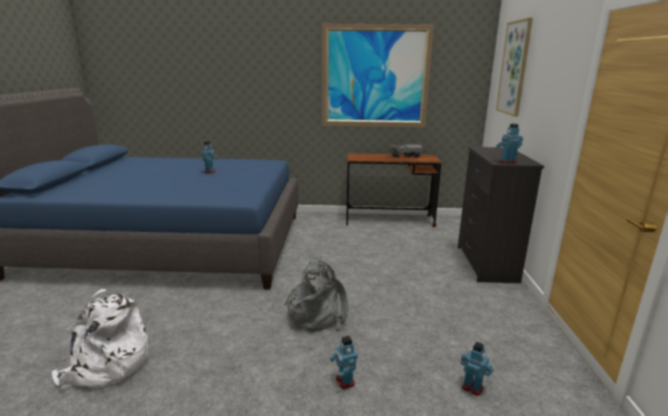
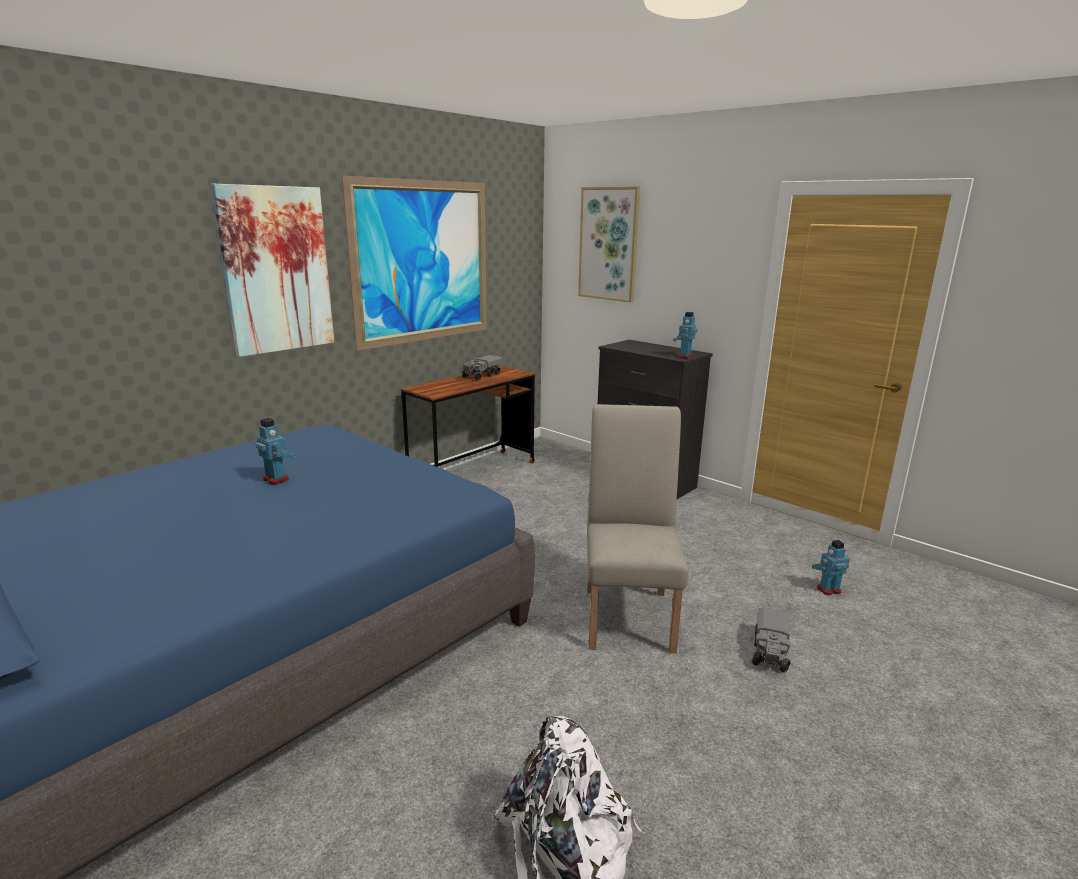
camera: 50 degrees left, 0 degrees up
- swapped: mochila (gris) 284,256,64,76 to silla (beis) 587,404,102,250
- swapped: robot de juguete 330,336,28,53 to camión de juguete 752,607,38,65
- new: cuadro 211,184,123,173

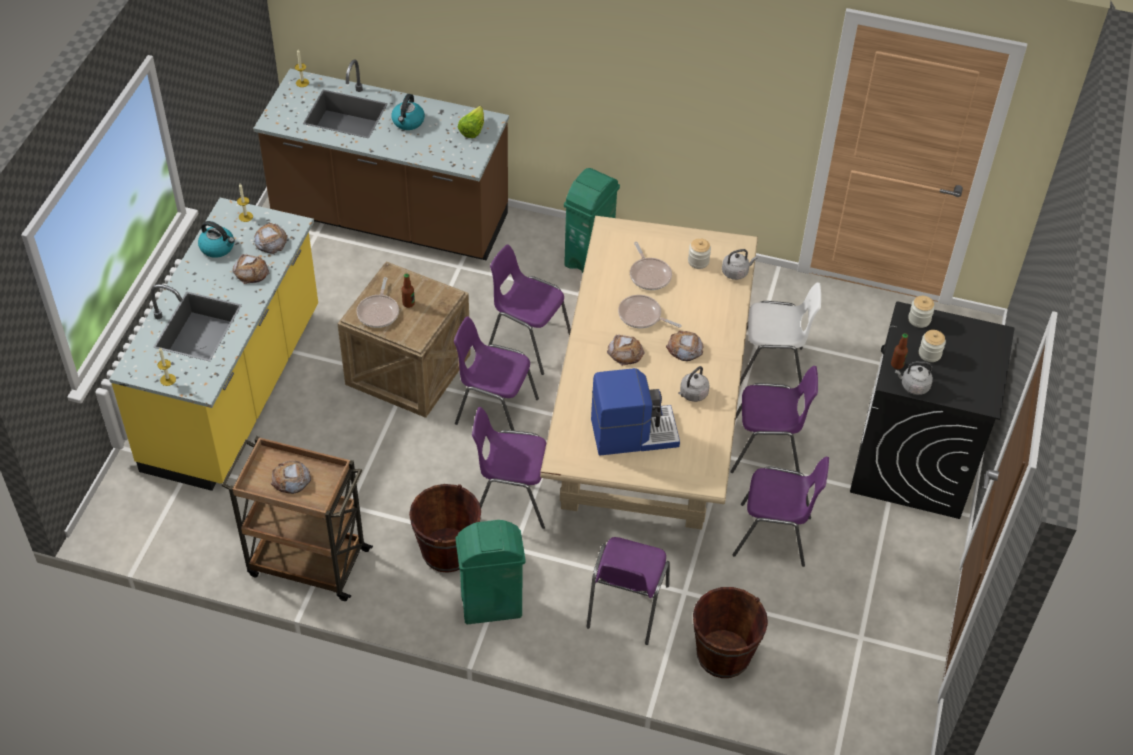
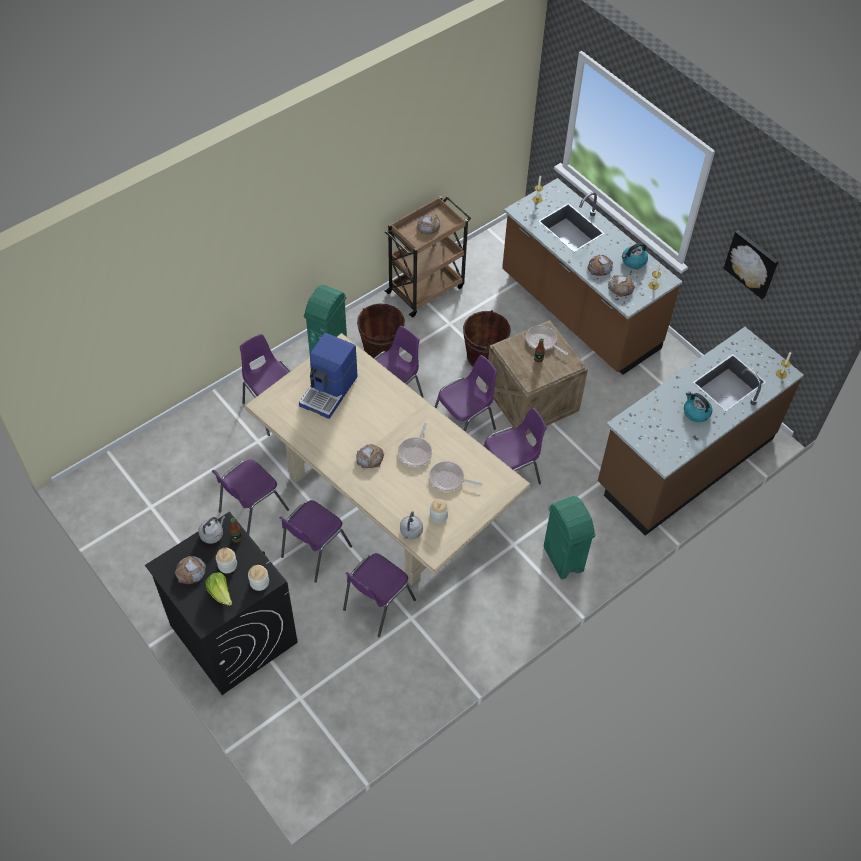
camera: 125 degrees right, 5 degrees up
- repainted: mueble bajo de cocina (amarillo) 109,198,209,293 to mueble bajo de cocina (marrón) 502,178,180,197
- shifted: lechuga 458,106,26,32 to 205,572,27,34
- shifted: pan 607,334,38,32 to 175,556,31,28
- rotated: sartén 618,295,64,33 = 398,423,34,44 135 degrees clockwise
- gone: hervidor (gris) 678,366,32,36
- shifted: cubo (marrón) 693,587,75,91 to 463,310,48,57
- repainted: silla (blanco) 740,282,81,103 to silla (morado) 343,553,73,85
- new: cuadro 723,230,56,69

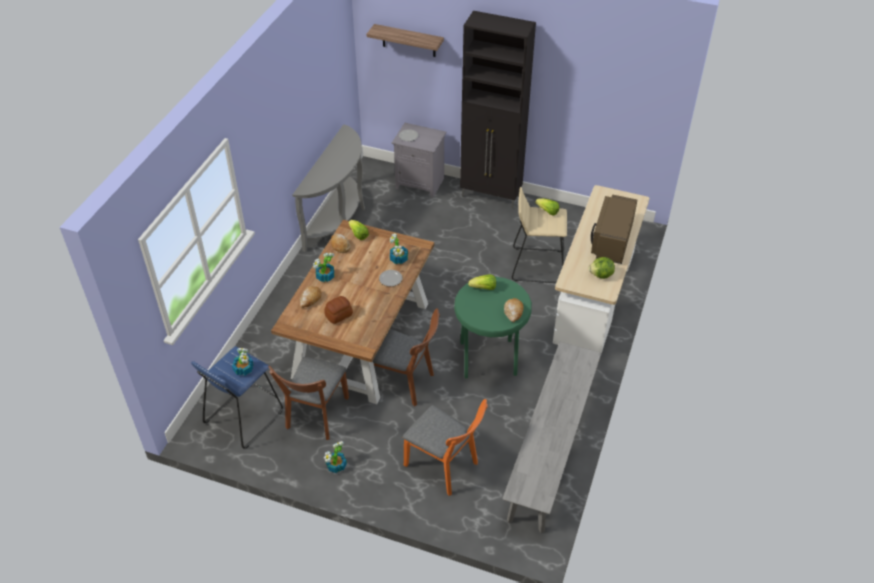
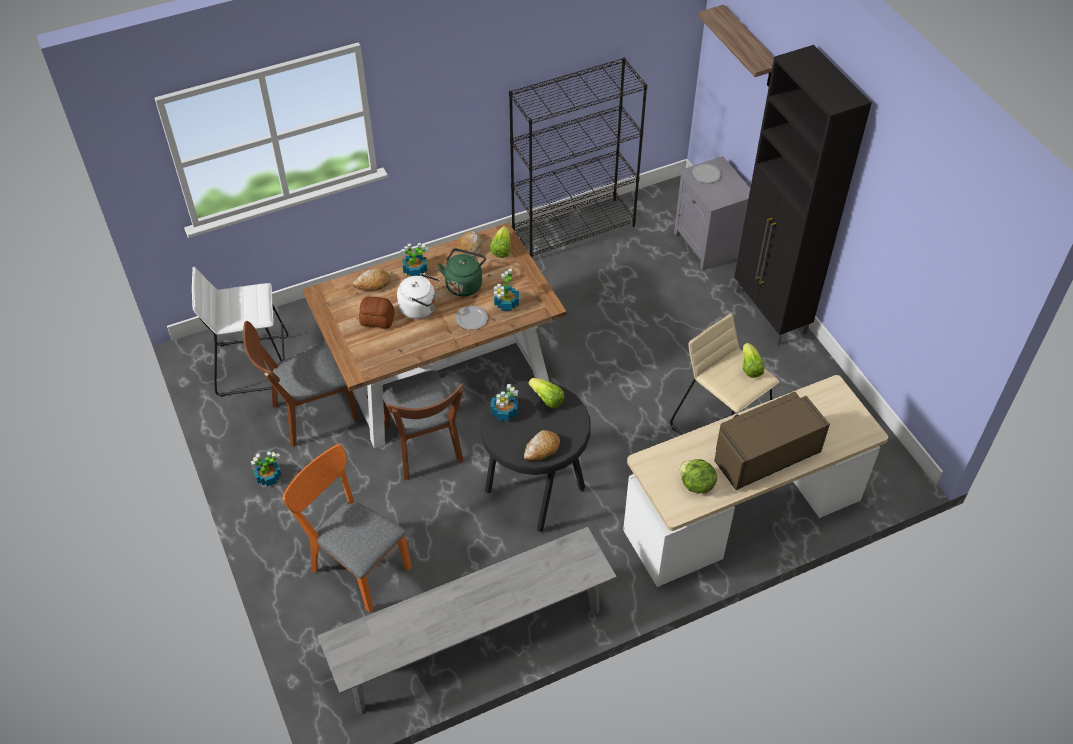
camera: 45 degrees right, 5 degrees up
- repainted: taburete (azul) 191,346,92,103 to taburete (blanco) 192,267,96,130
- shifted: planta en maceta 232,348,22,28 to 491,384,27,37
- swapped: mesa consola (gris) 292,124,73,128 to estantería (negro) 509,58,138,199
- rotated: silla (naranja) 403,399,85,97 = 283,444,129,168 135 degrees clockwise
- repainted: taburete (verde) 454,276,78,102 to taburete (negro) 480,381,111,151
- new: hervidor (blanco) 397,273,44,46
- new: hervidor (verde) 438,248,48,49

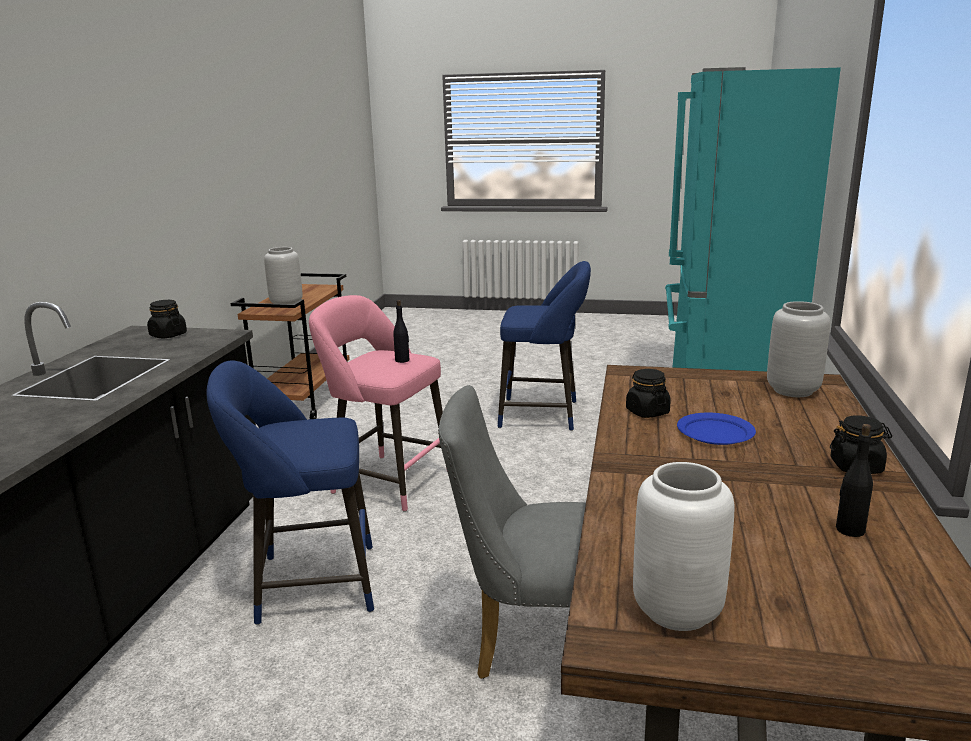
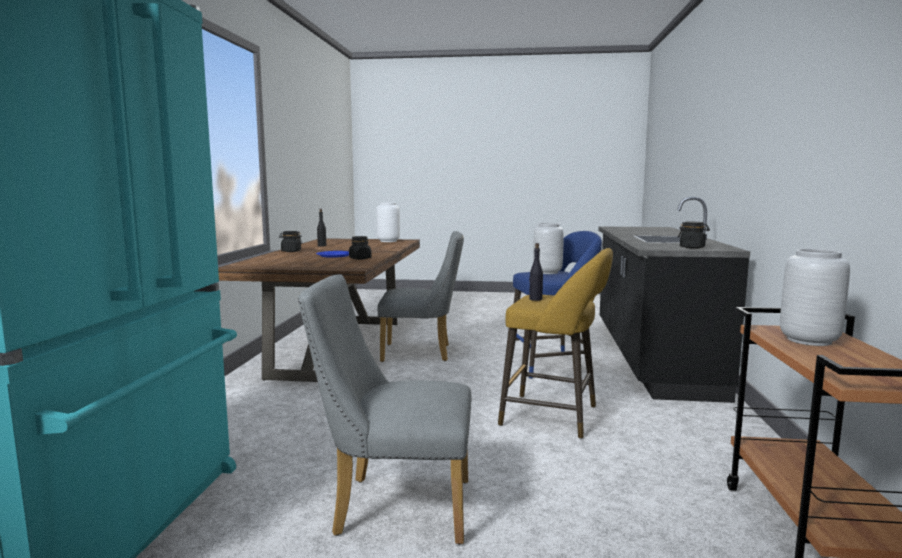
camera: 175 degrees right, 10 degrees down
- repainted: taburete (rosa) 309,295,138,217 to taburete (amarillo) 498,248,115,191
- swapped: taburete (azul) 498,261,93,170 to silla (gris) 298,274,173,271
- shifted: florero (gris) 767,301,63,96 to 533,223,31,51

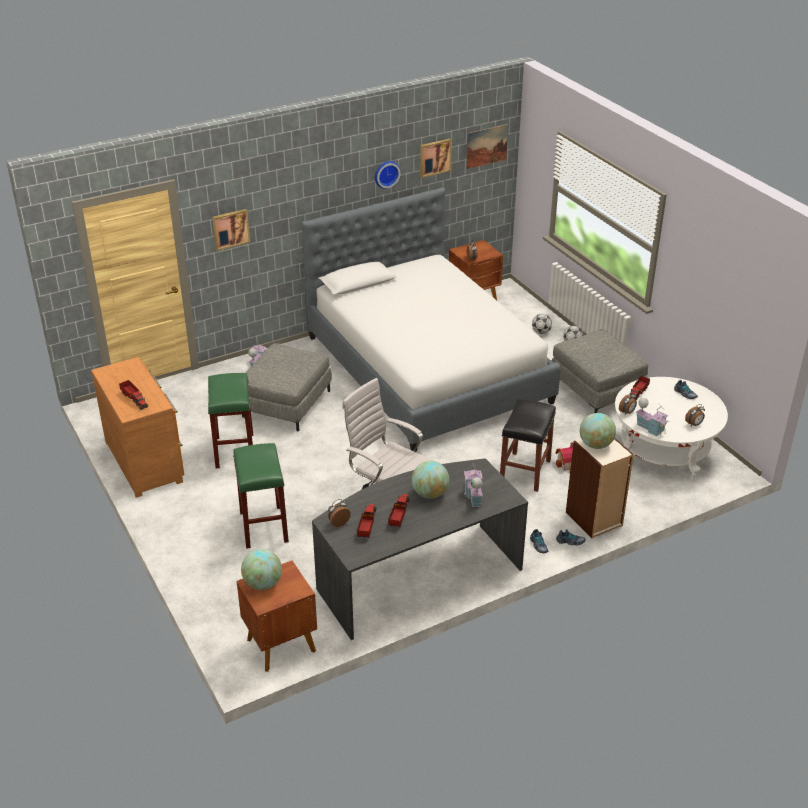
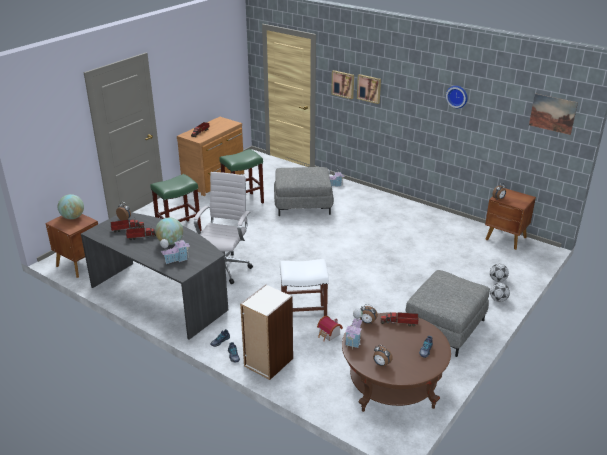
camera: 65 degrees right, 5 degrees down
- gone: cama 301,187,260,265
- shifted: cuadro 420,139,32,39 to 357,74,24,30
- repainted: taburete (negro) 500,399,56,93 to taburete (blanco) 280,259,49,57
- gone: globo terráqueo 580,413,36,36
- repainted: mesa de centro (blanco) 615,377,113,103 to mesa de centro (marrón) 342,313,109,99

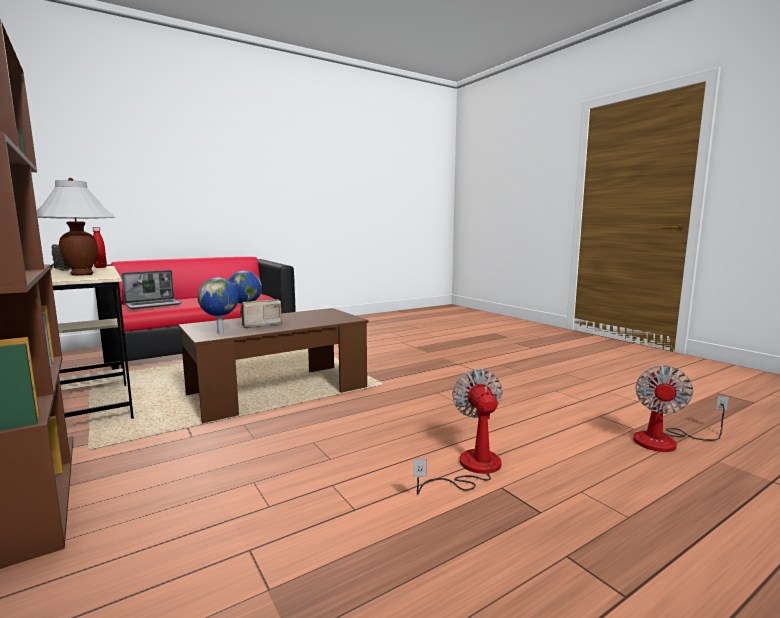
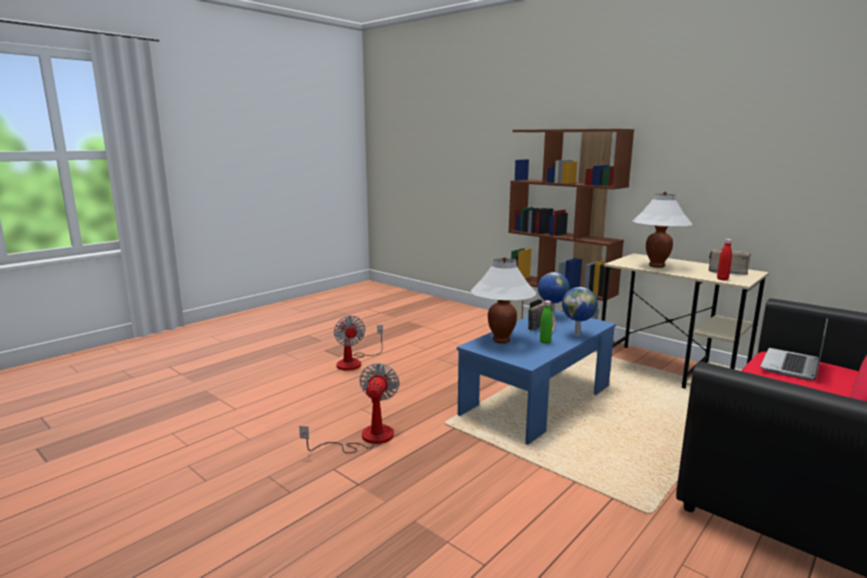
camera: 165 degrees right, 5 degrees up
- repainted: mesa de centro (marrón) 178,308,191,117 to mesa de centro (azul) 457,310,159,135
- shifted: ventilador 633,365,96,87 to 299,363,101,90
- new: lámpara de mesa (blanco) 471,257,65,87
- new: botella (verde) 540,300,12,44

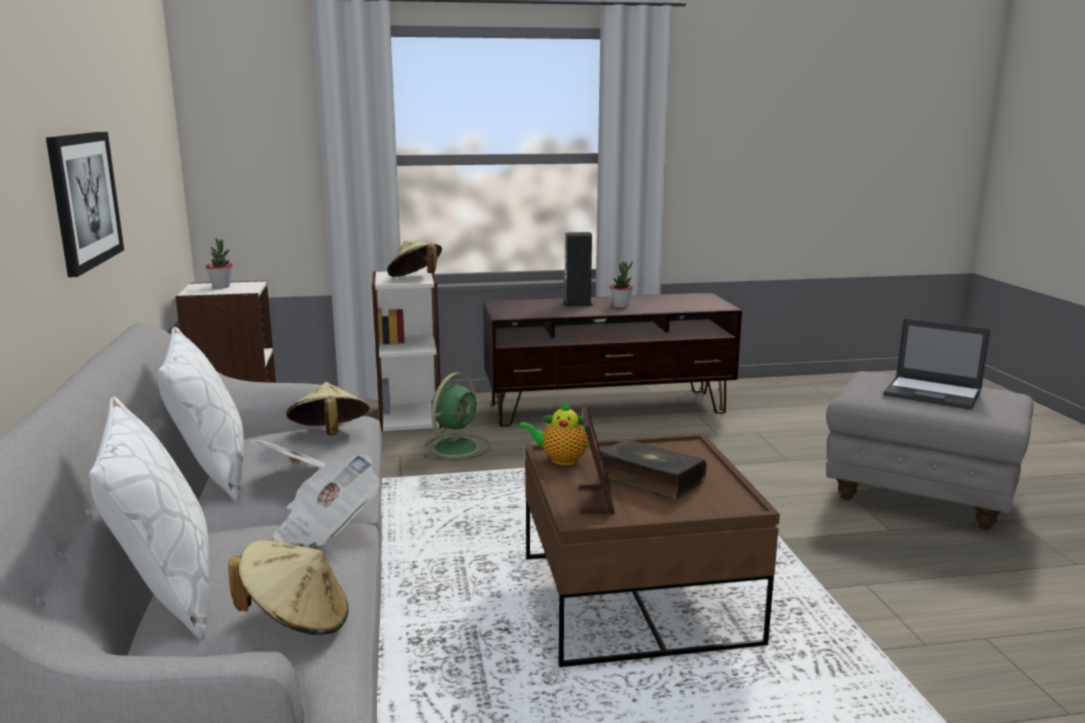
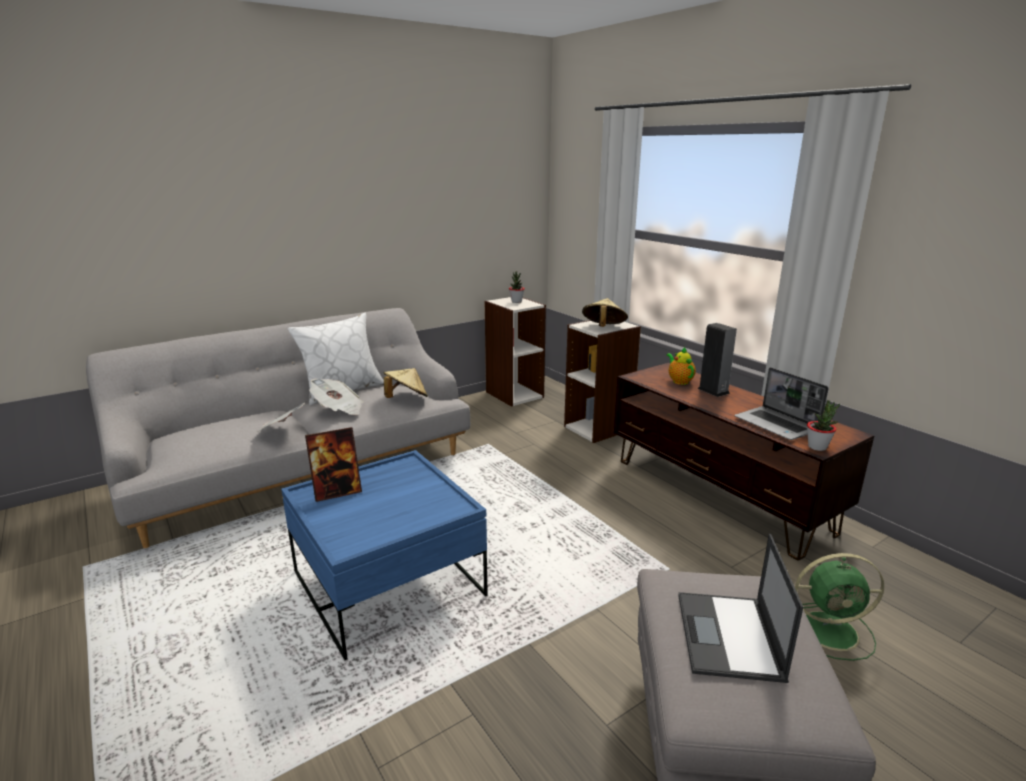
camera: 65 degrees right, 5 degrees up
- gone: cuadro 46,132,78,145
- gone: cojín (blanco) 89,396,120,244
- gone: sombrero (beis) 228,540,120,95
- shifted: ventilador (verde) 424,372,66,89 to 795,553,89,108
- shifted: tetera 519,401,78,64 to 667,347,29,38
- repainted: mesa de centro (marrón) 525,433,255,234 to mesa de centro (azul) 281,450,207,210
- gone: libro 598,439,109,61
- shifted: planta en maceta 610,262,23,46 to 807,400,33,51
- new: portátil 734,367,95,73

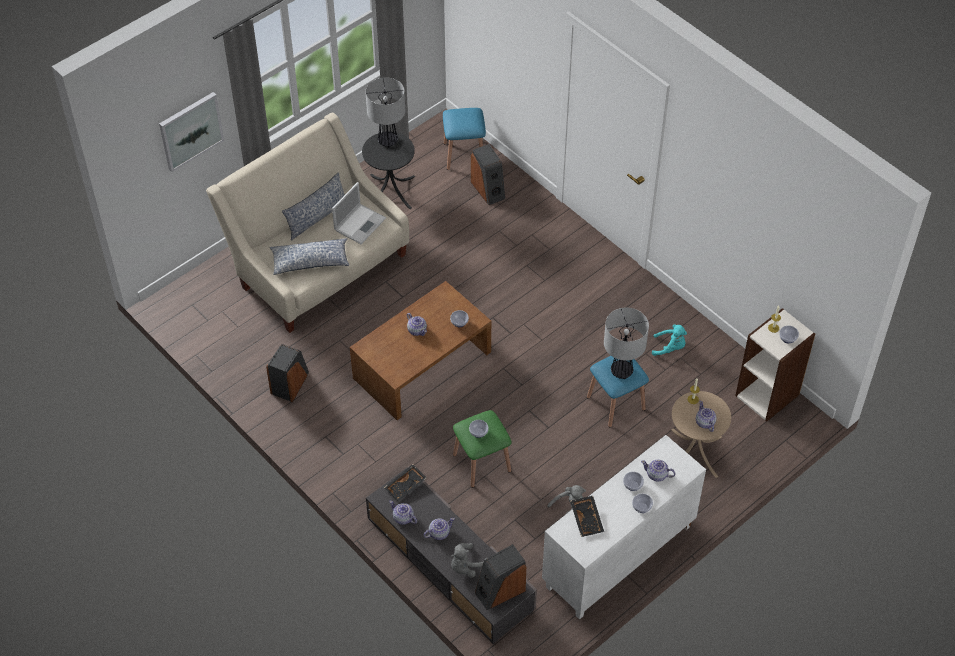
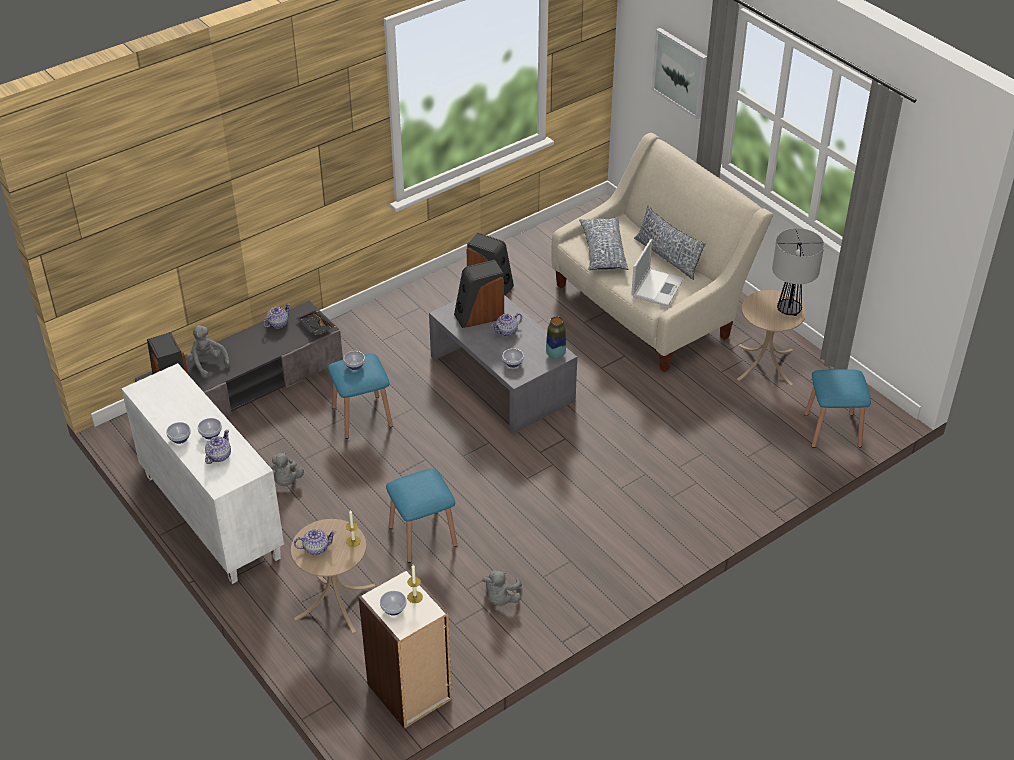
camera: 95 degrees right, 10 degrees down
- rotated: portátil 332,182,54,62 = 631,239,53,68 105 degrees counterclockwise
- repainted: mesa de centro (marrón) 350,281,141,139 to mesa de centro (gris) 429,295,148,139
- repainted: mesa auxiliar (negro) 362,132,53,77 to mesa auxiliar (beis) 737,290,69,96
- gone: tetera 424,517,31,23
- repainted: taburete (verde) 453,410,59,78 to taburete (azul) 328,354,65,85
- shifted: altavoz 471,144,34,61 to 454,260,50,68
- gone: bandeja (negro) 570,496,34,41
- gone: lámpara de mesa 604,308,45,71
- repainted: peluche (turquesa) 652,325,35,31 to peluche (gris) 482,571,40,34
- new: florero 546,316,20,43

